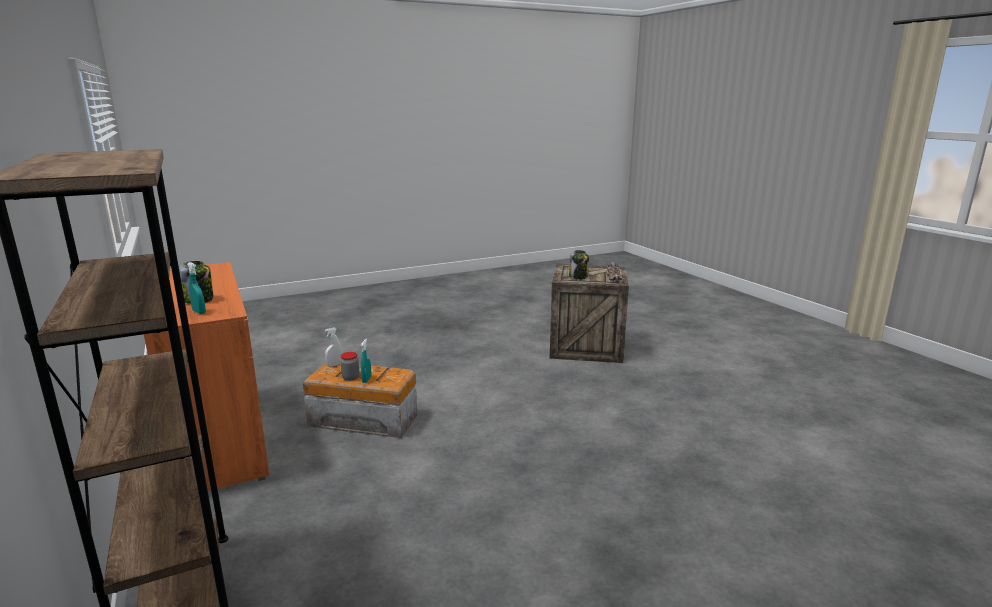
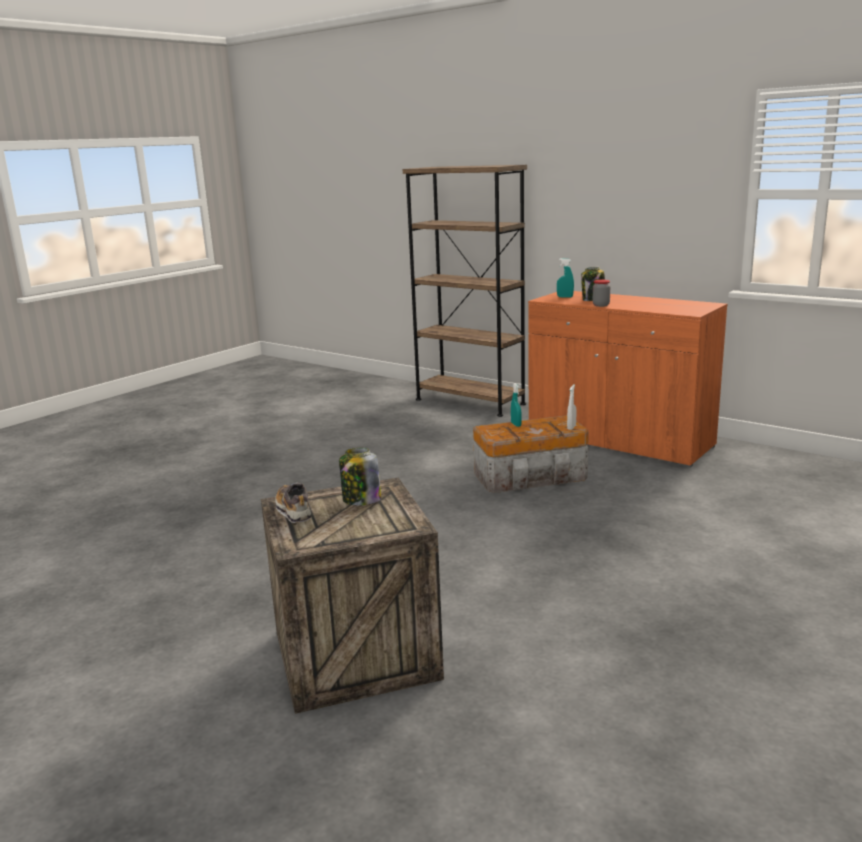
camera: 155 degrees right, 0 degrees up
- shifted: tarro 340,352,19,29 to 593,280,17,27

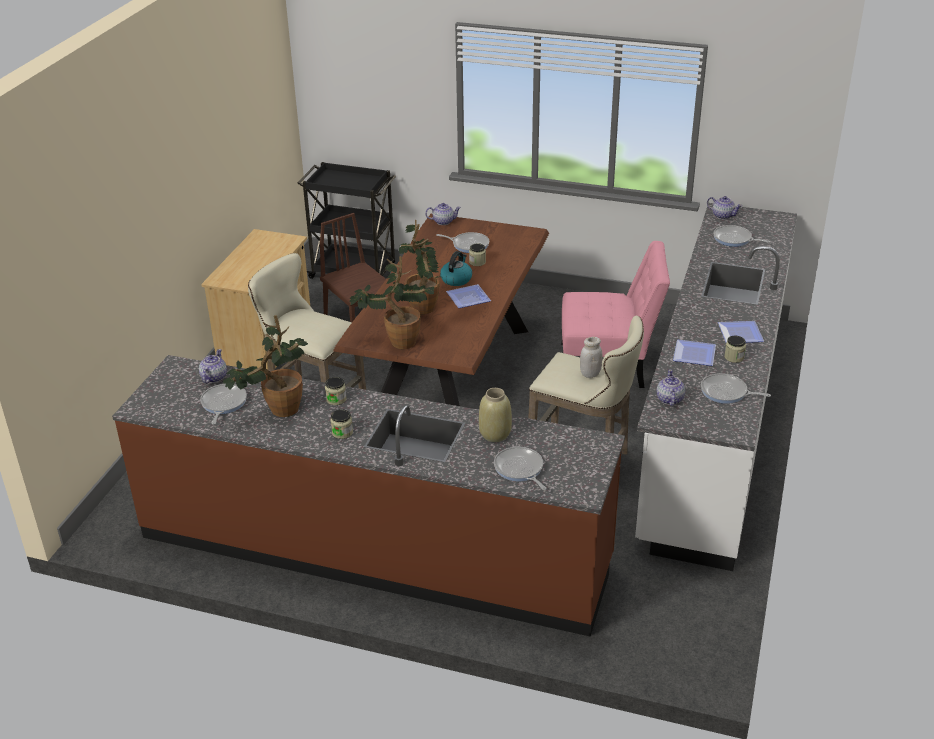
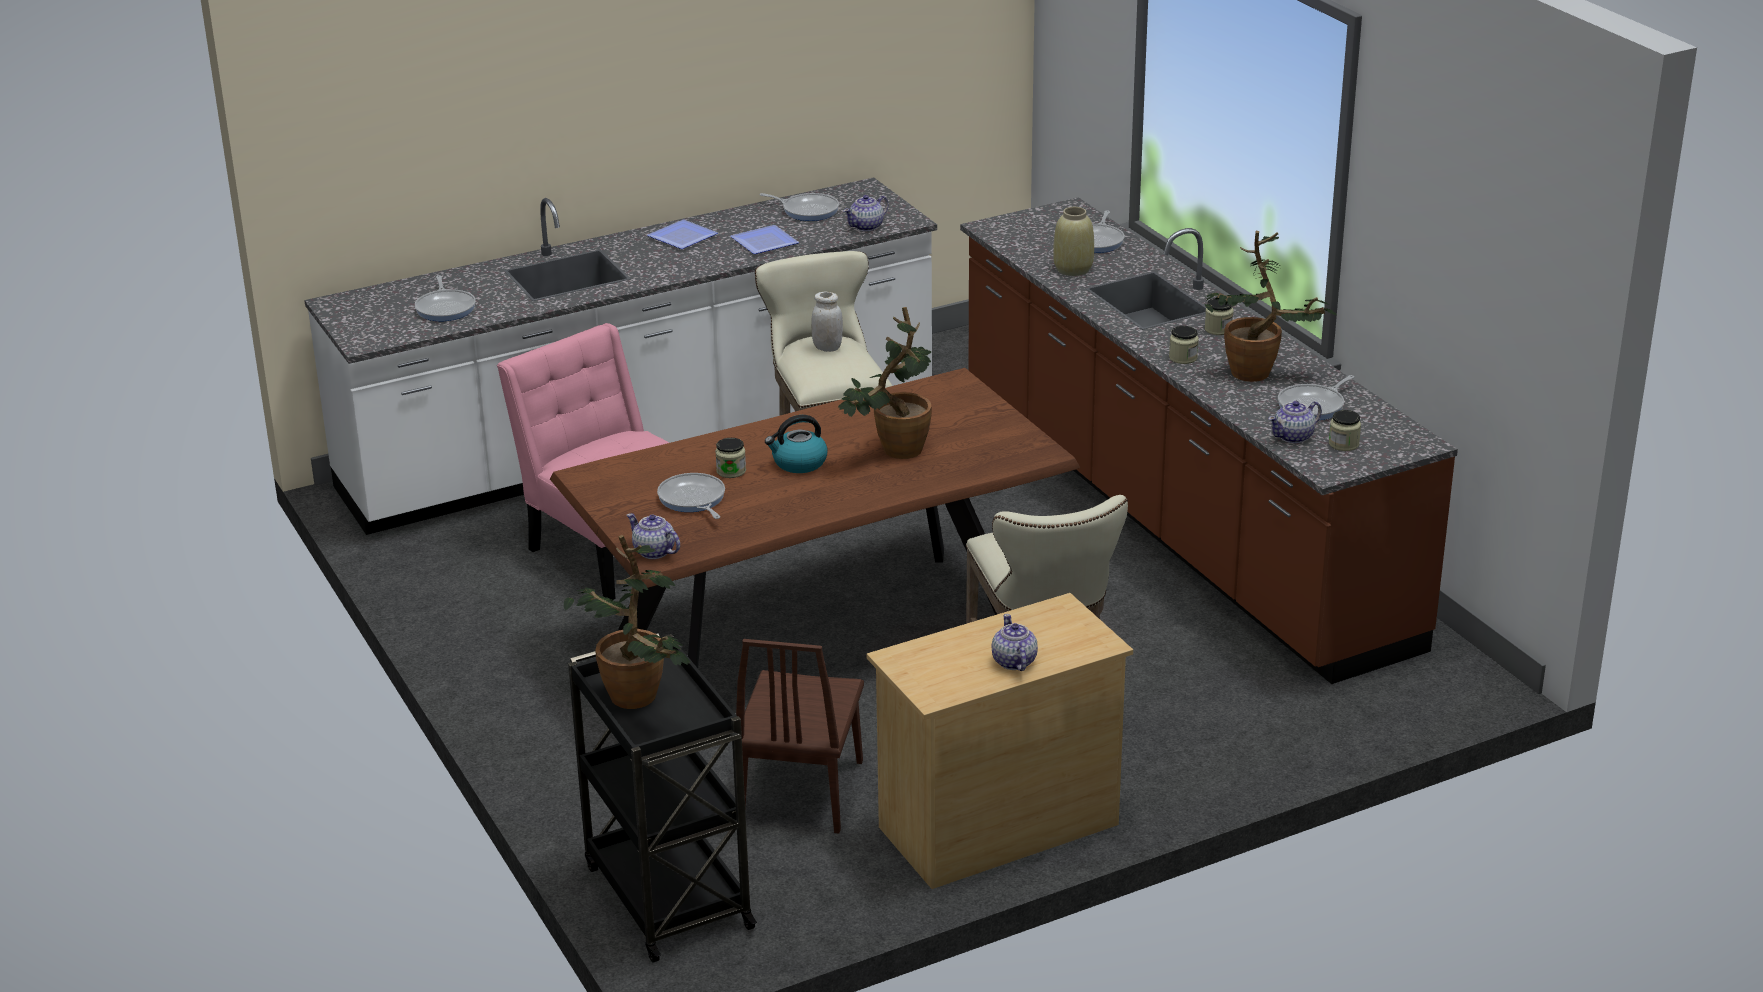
camera: 135 degrees left, 5 degrees down
- shifted: planta en maceta 349,256,85,93 to 564,535,127,174
- gone: plato 446,284,45,24
- rotated: sartén 701,373,70,31 = 760,193,79,28 45 degrees counterclockwise
- shifted: tetera 707,196,35,23 to 992,614,46,57
- shifted: tarro 724,336,22,27 to 1329,410,32,41

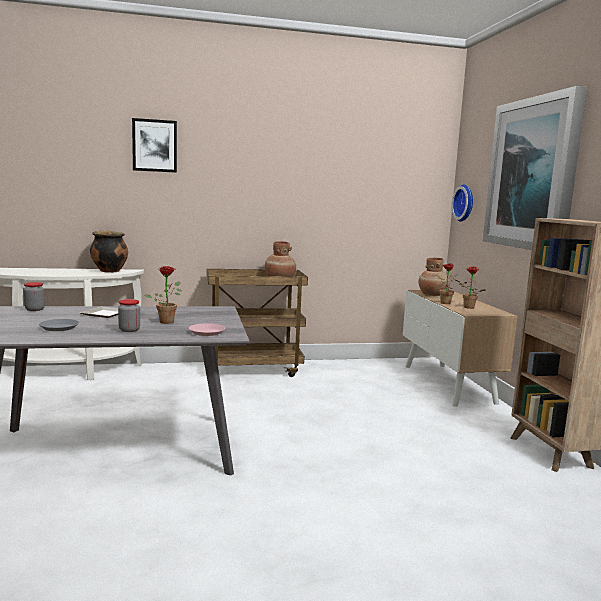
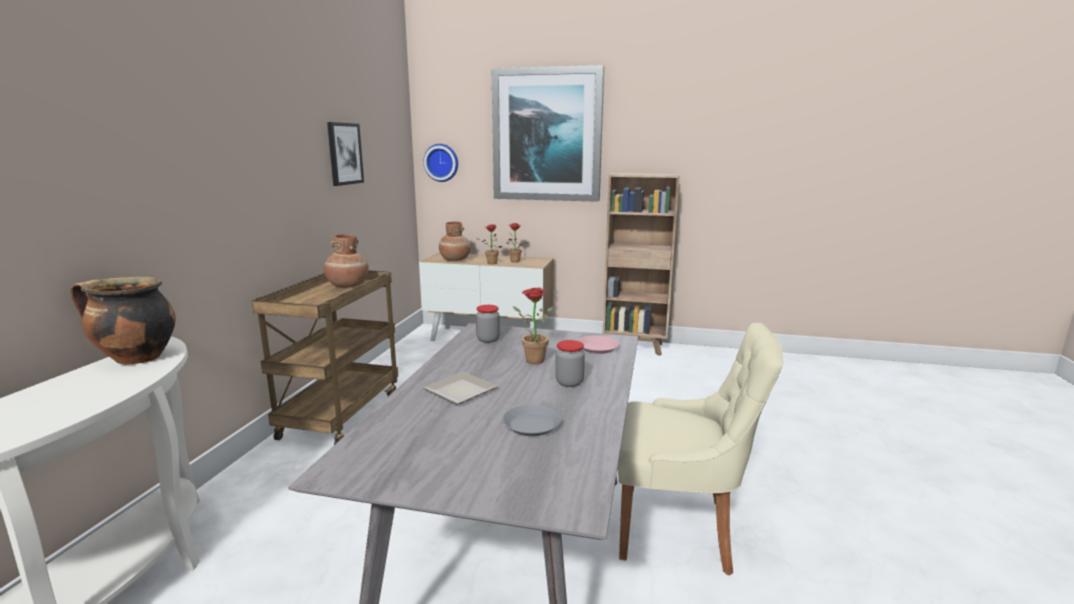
camera: 65 degrees left, 5 degrees up
- shifted: tarro 24,282,21,29 to 476,305,24,38
- shifted: cuadro 132,118,45,55 to 327,122,37,64
- new: silla (beis) 617,323,167,253

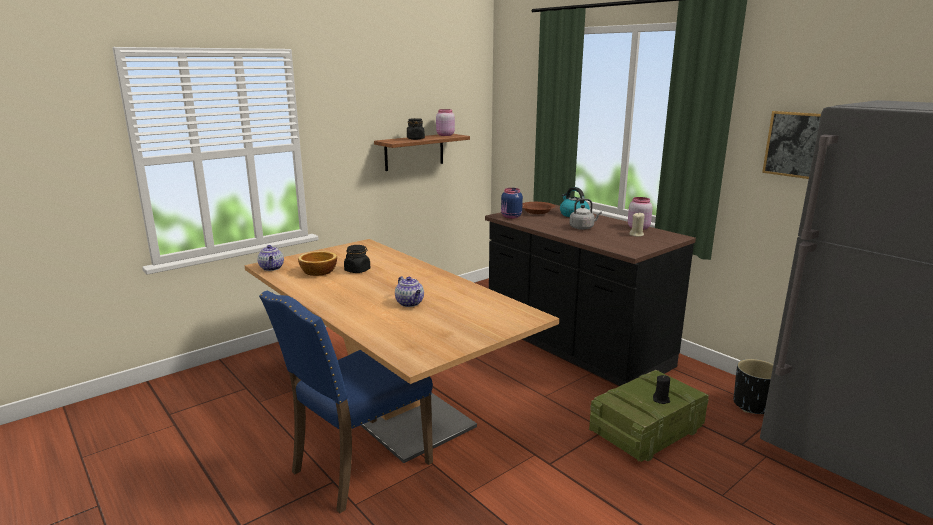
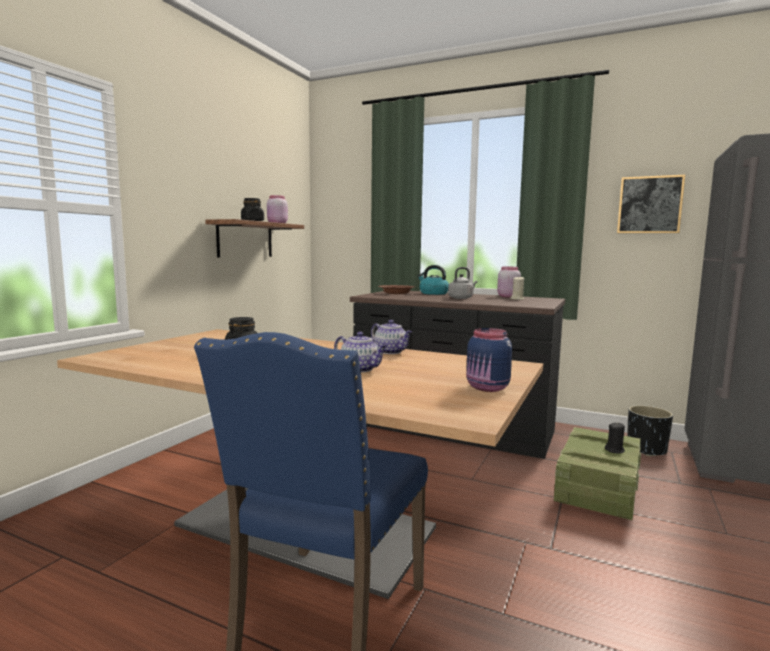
camera: 25 degrees left, 10 degrees down
- shifted: tetera 257,245,27,26 to 371,320,41,34
- gone: cuenco 298,251,39,25
- shifted: tarro (azul) 501,188,22,31 to 466,328,46,64

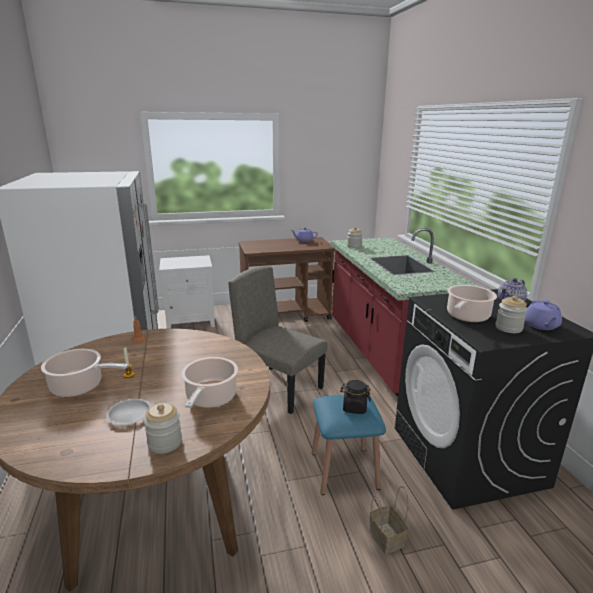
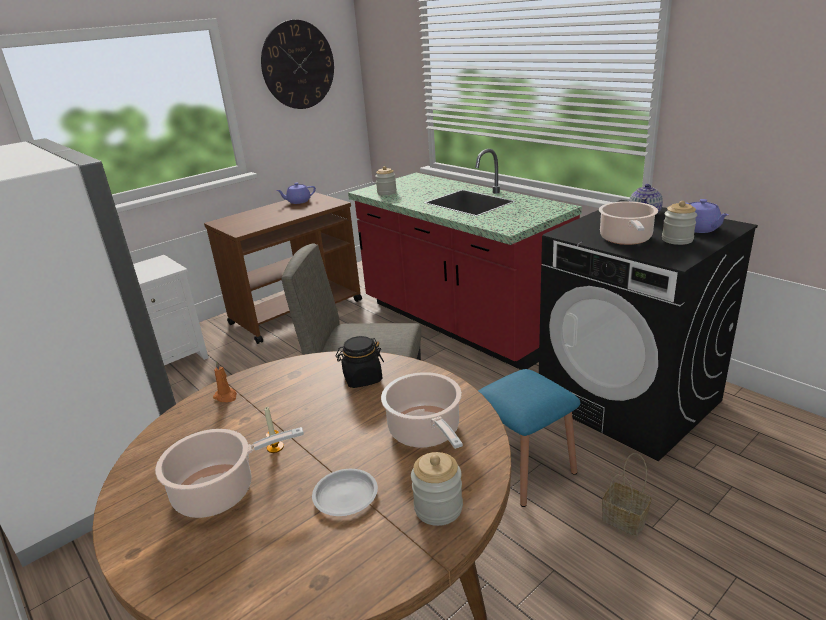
camera: 25 degrees left, 5 degrees up
- shifted: tarro (negro) 340,380,31,34 to 335,336,49,52
- new: reloj de pared 261,20,73,89

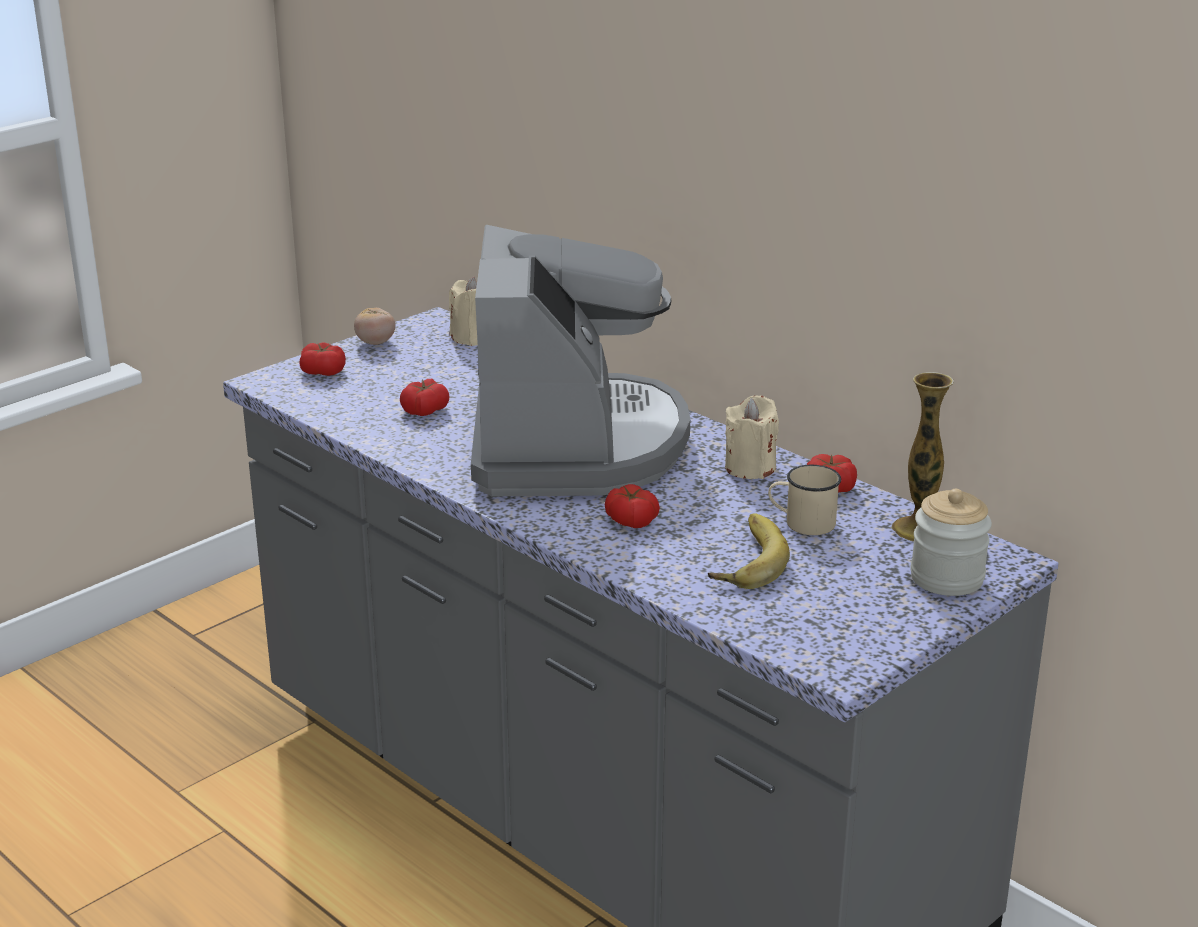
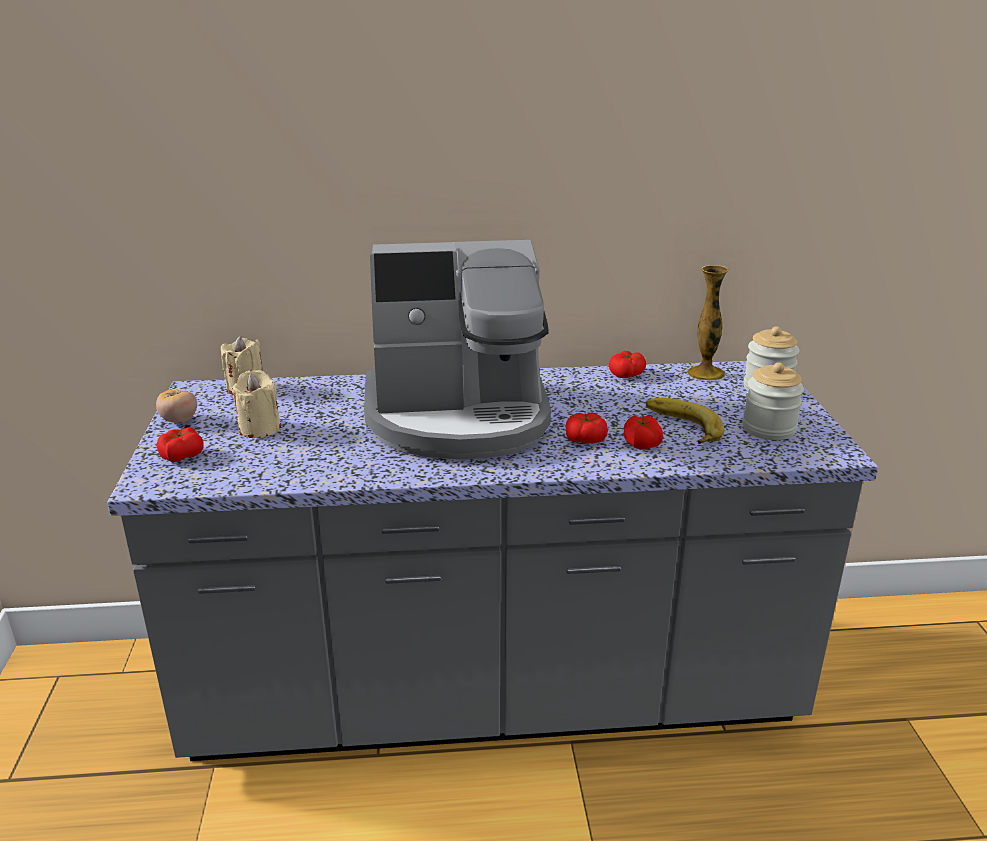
camera: 50 degrees left, 0 degrees up
- shifted: tomate 400,379,50,37 to 624,415,39,35
- rotated: cafetera 471,225,219,271 = 364,240,187,220 135 degrees clockwise
- shifted: vela (beis) 725,395,54,84 to 231,370,50,68
- gone: taza grande (beis) 768,465,73,70
- new: tarro 742,362,62,78

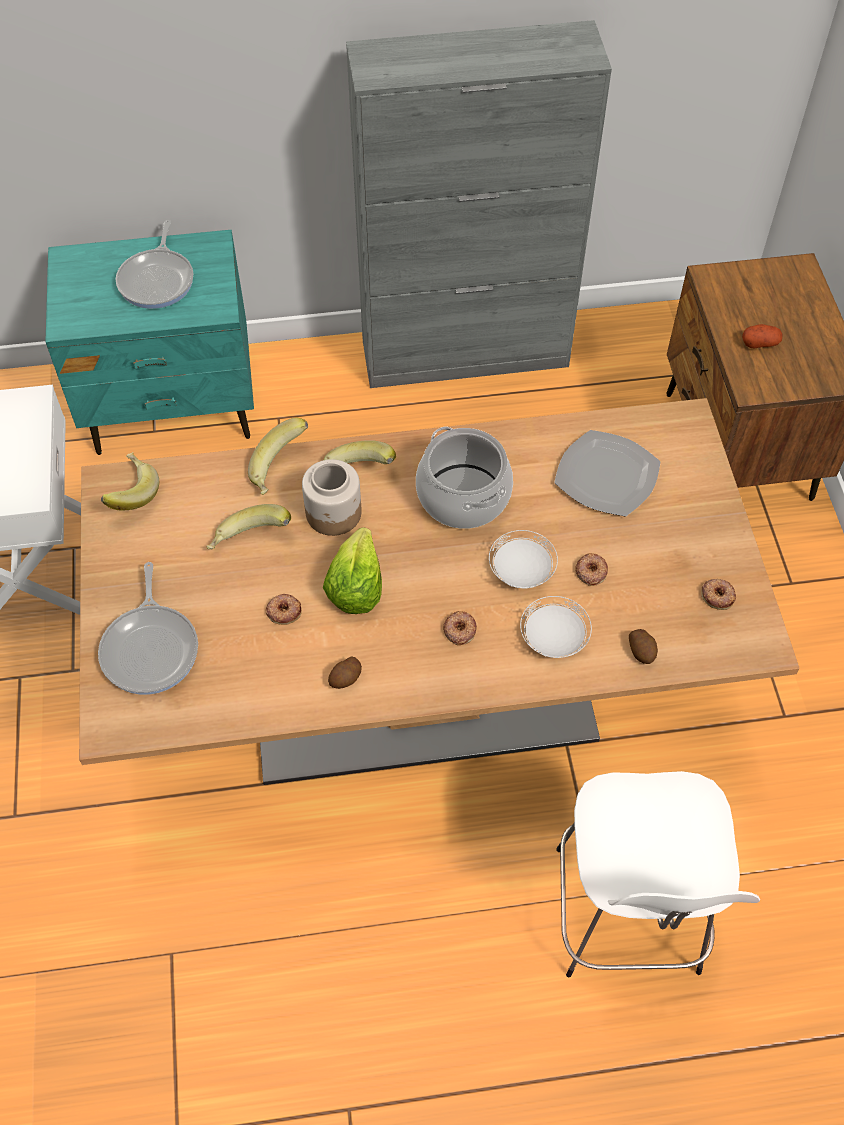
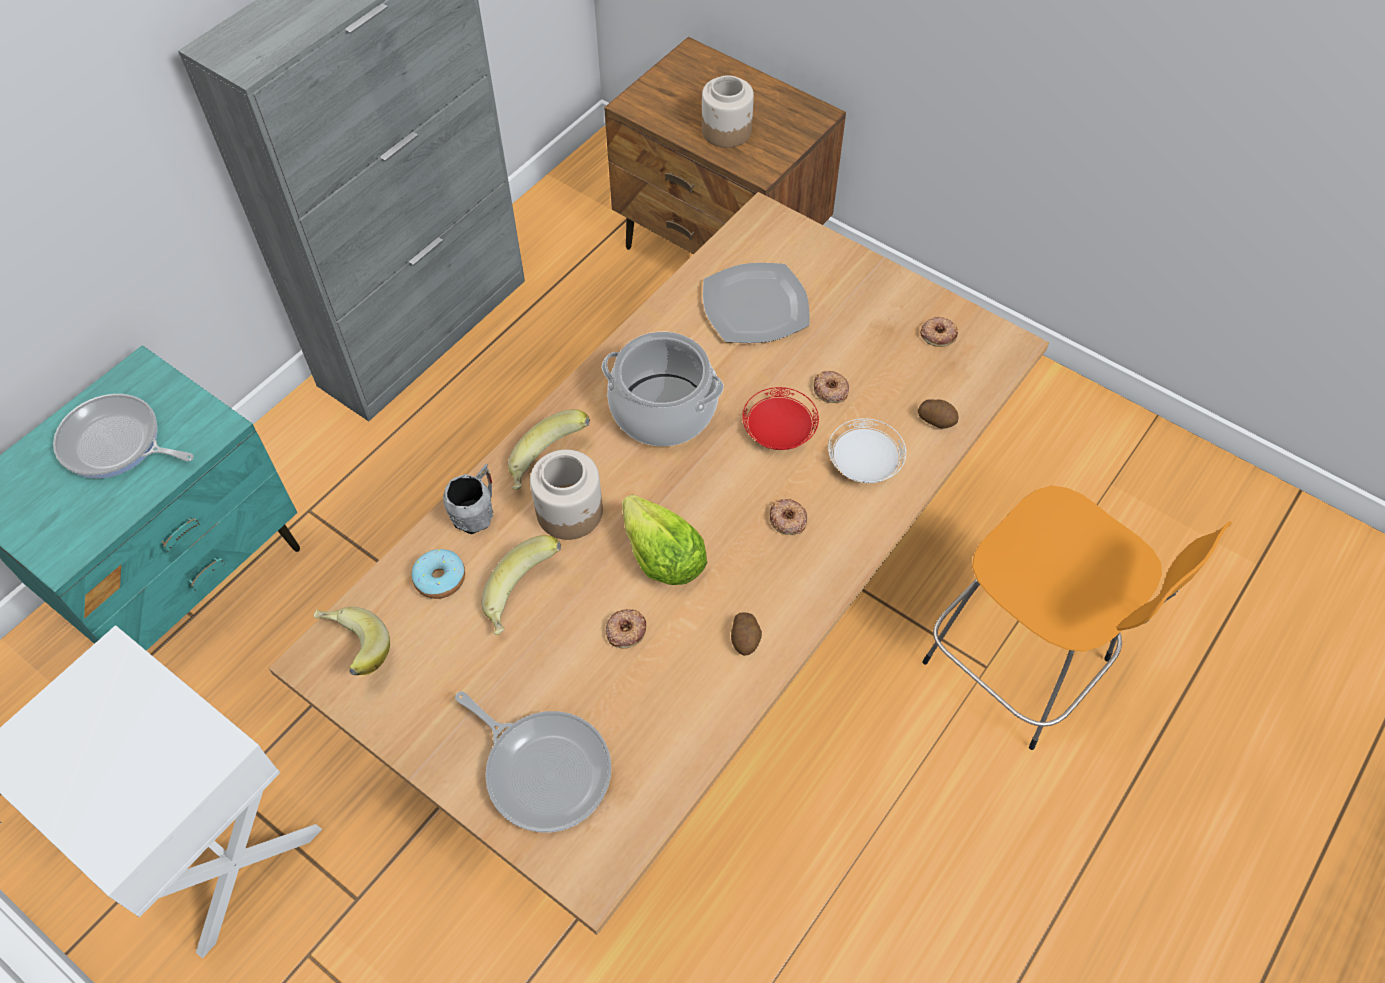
camera: 45 degrees left, 0 degrees up
- rotated: sartén 116,220,77,89 = 53,394,141,85 150 degrees clockwise
- swapped: plátano 248,418,60,77 to taza grande (gris) 443,464,51,70
- repainted: plato (blanco) 489,530,69,58 to plato (rojo) 742,387,77,63
- repainted: taburete (blanco) 556,771,204,207 to taburete (naranja) 922,486,310,264
- swapped: patata 742,324,41,24 to tarro 702,75,52,73
- new: rosquilla 411,549,54,50

